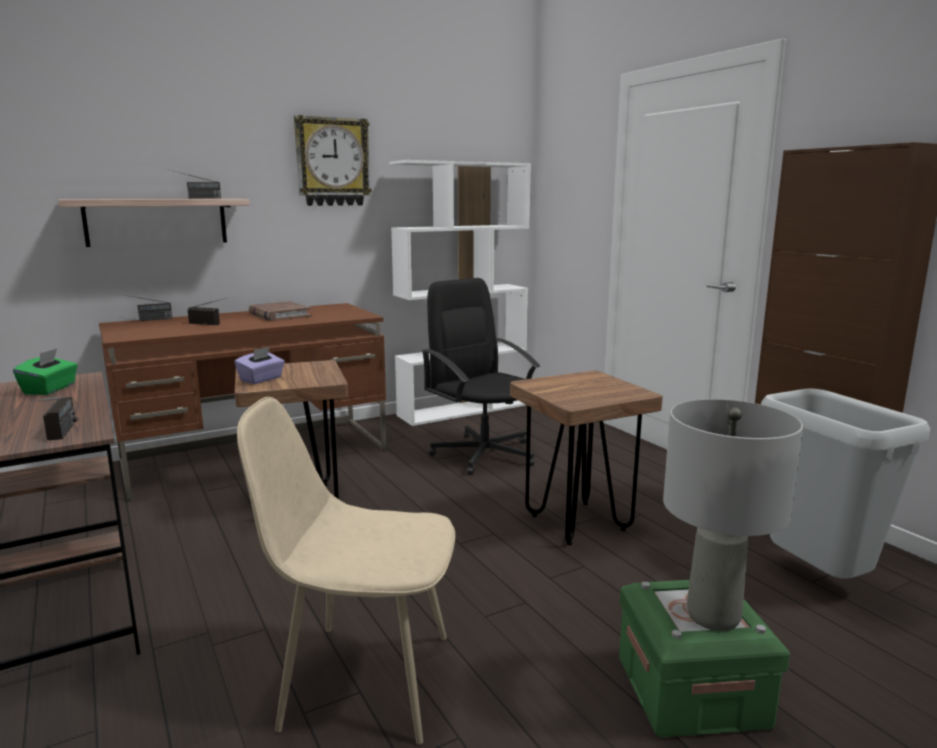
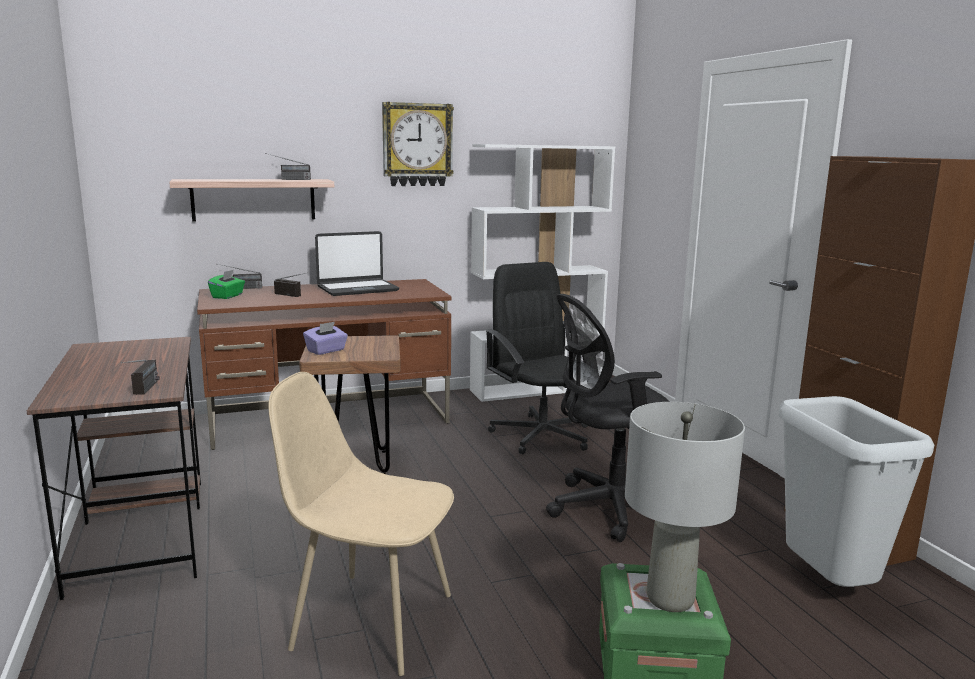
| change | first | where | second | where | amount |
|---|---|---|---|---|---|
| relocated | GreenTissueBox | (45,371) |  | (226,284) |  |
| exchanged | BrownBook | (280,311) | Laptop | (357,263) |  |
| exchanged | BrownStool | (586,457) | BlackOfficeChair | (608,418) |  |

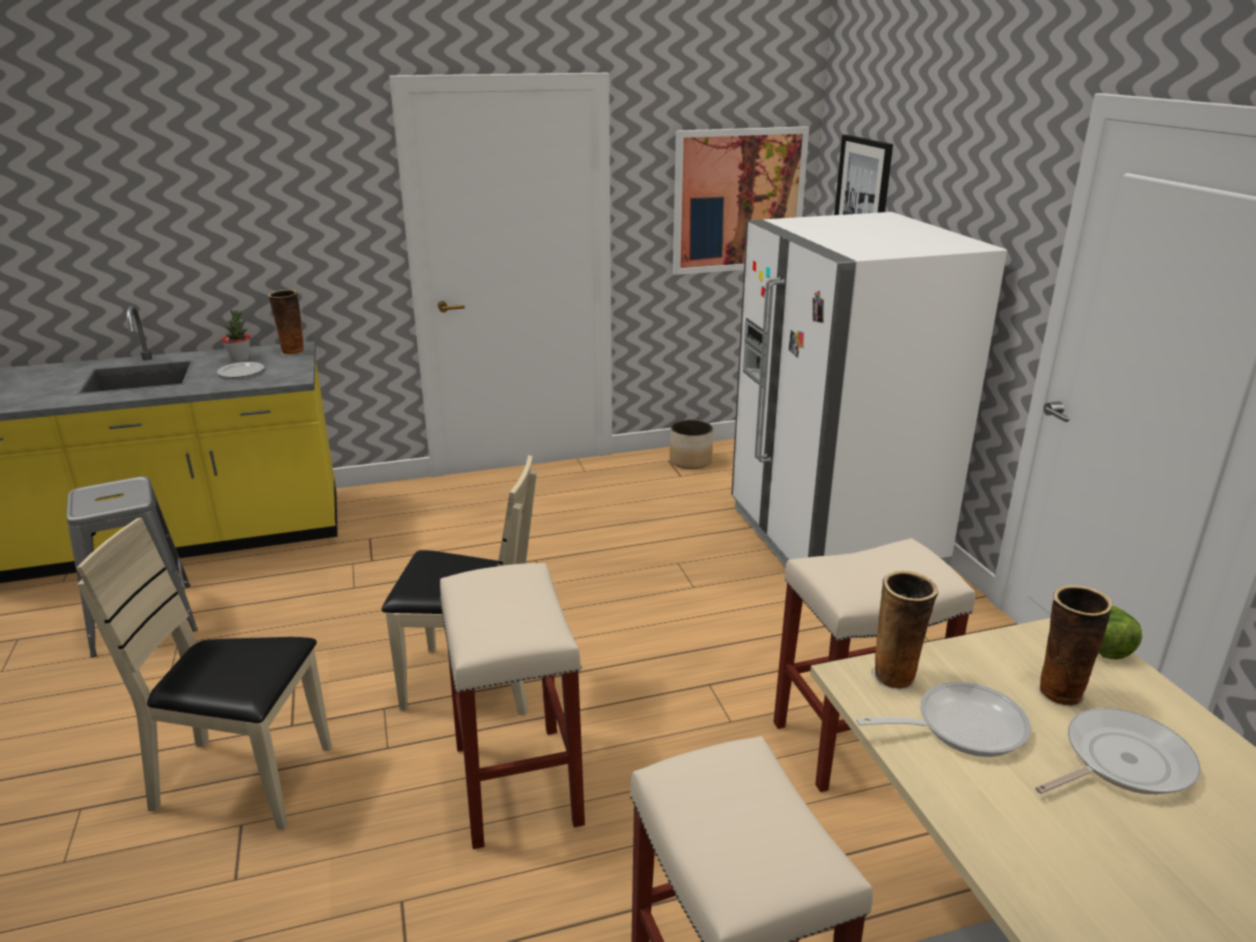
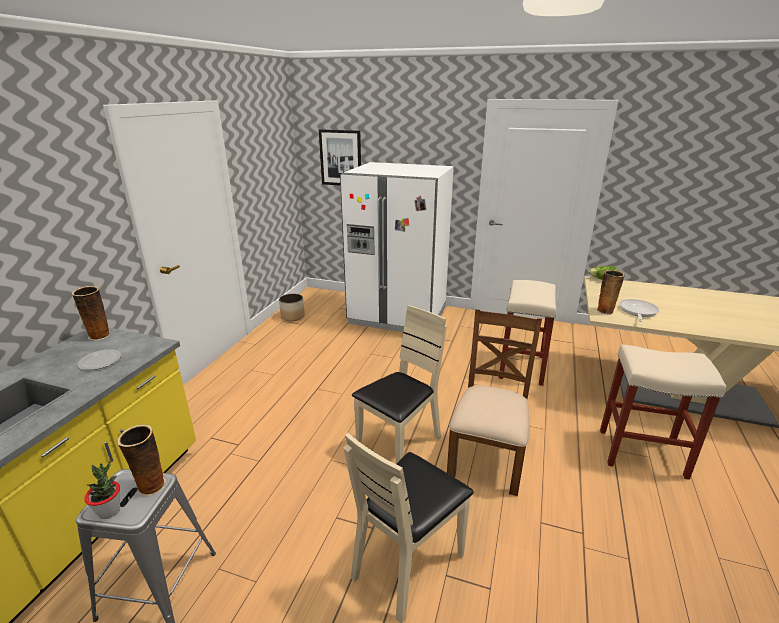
| change | first | where | second | where | amount |
|---|---|---|---|---|---|
| relocated | PottedPlant | (236,336) |  | (102,490) |  |
| exchanged | BeigeStool | (512,706) | BrownChair | (494,402) |  |
| missing | Picture | (741,201) |  |  |  |
| missing | FryingPan | (1118,751) |  |  |  |
| relocated | Vase | (1074,646) |  | (141,460) |  |

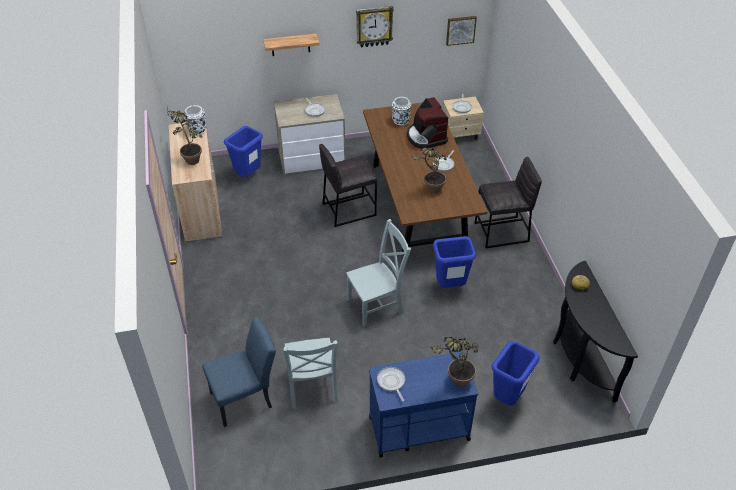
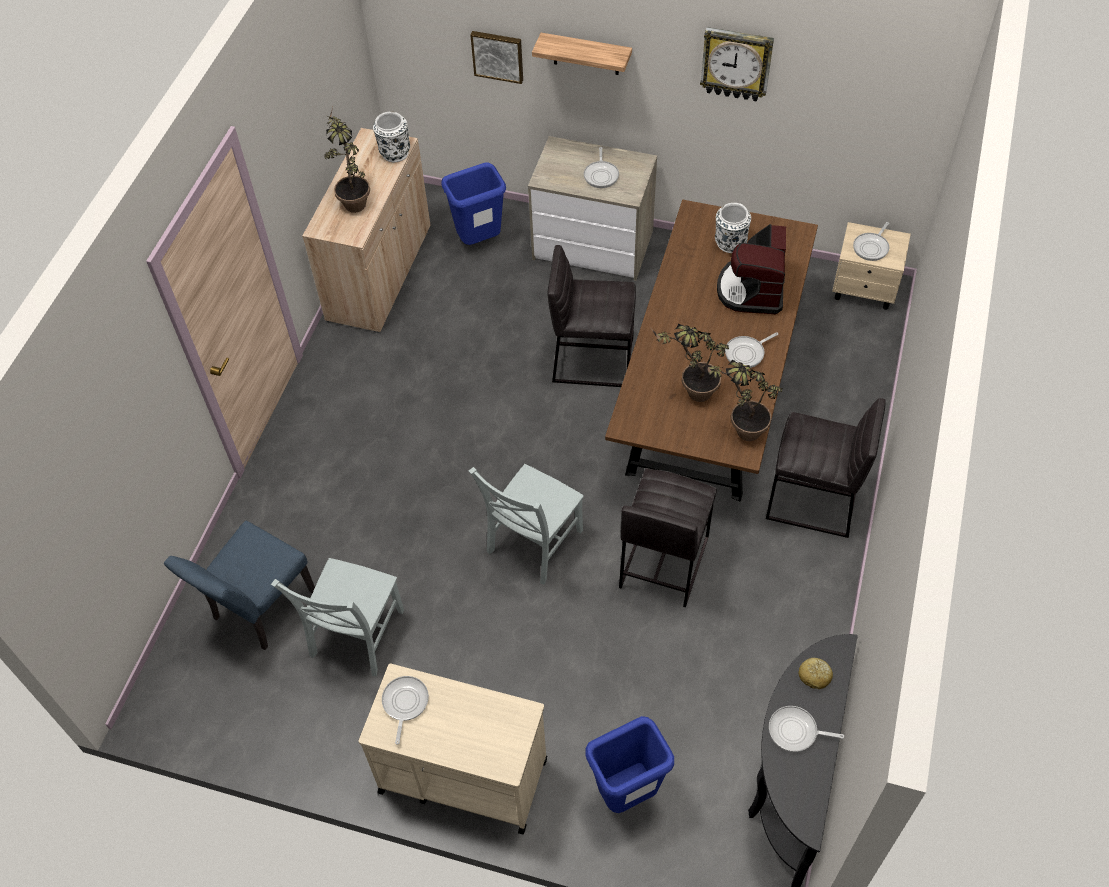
| change | first | where | second | where | amount |
|---|---|---|---|---|---|
| spun | BlueChair | (239,372) |  | (239,585) | 120 degrees clockwise |
| spun | GreyChair | (378,273) |  | (526,524) | 120 degrees clockwise |
| colour | BlueCart | (423,404) | BeigeCart | (452,749) |  |
| relocated | PottedPlant | (454,362) |  | (743,400) |  |
| exchanged | BlueTrashCan | (454,262) | GreyStool | (668,537) |  |
| relocated | Picture | (461,31) |  | (496,57) |  |
| appeared |  |  | FryingPan | (806,729) |  |

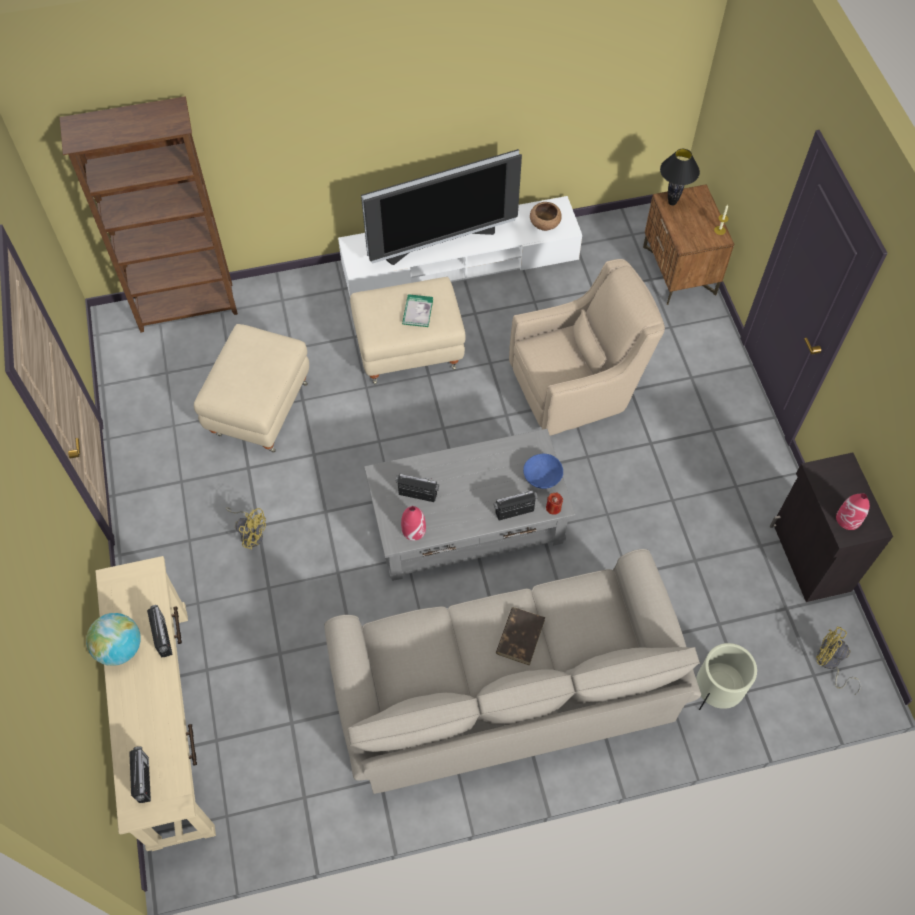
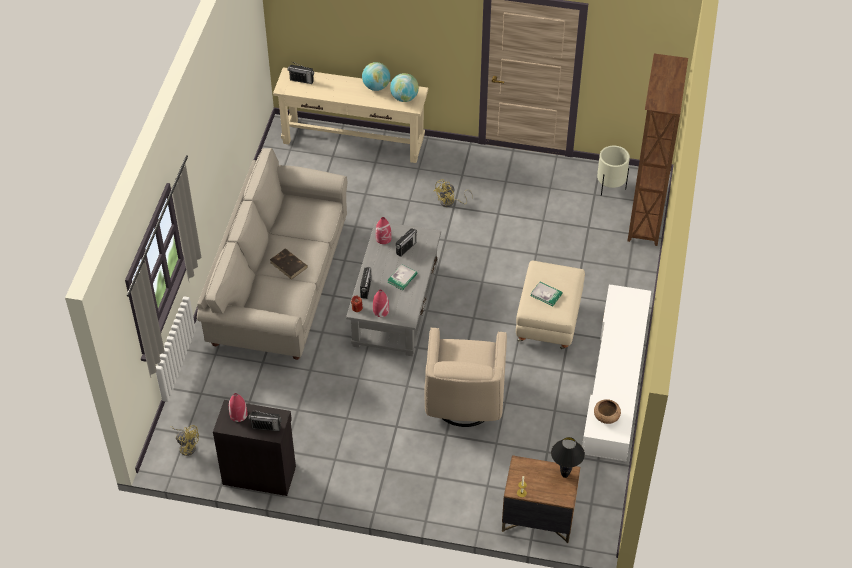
| change | first | where | second | where | amount |
|---|---|---|---|---|---|
| relocated | Radio | (160,631) |  | (265,420) |  |
| missing | BeigeOttoman | (251,388) |  |  |  |
| missing | Television | (441,207) |  |  |  |
| exchanged | BlueBowl | (543,471) | RedVase | (381,303) |  |
| relocated | BeigePlanter | (726,676) |  | (613,171) |  |
| spun | YellowFan | (838,660) |  | (185,440) | 60 degrees clockwise |
| appeared |  |  | Book | (402,277) |  |
| appeared |  |  | Globe | (404,87) |  |

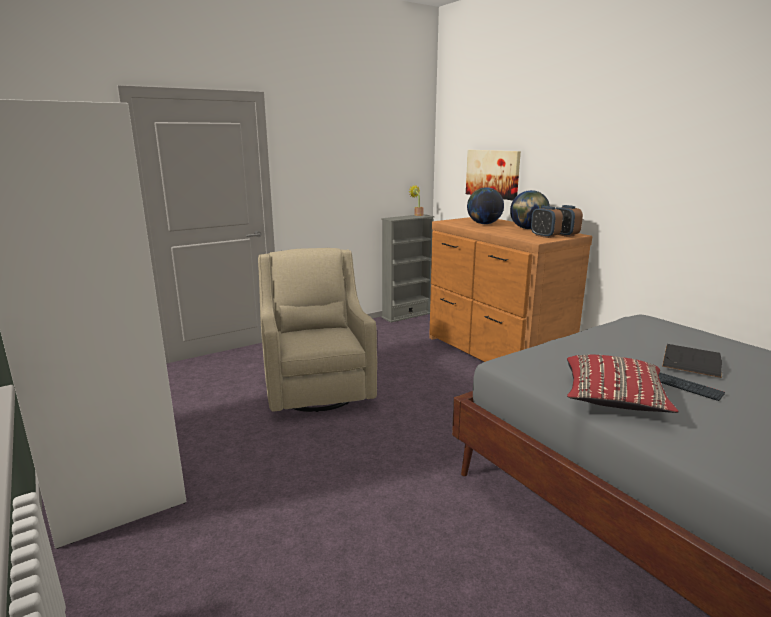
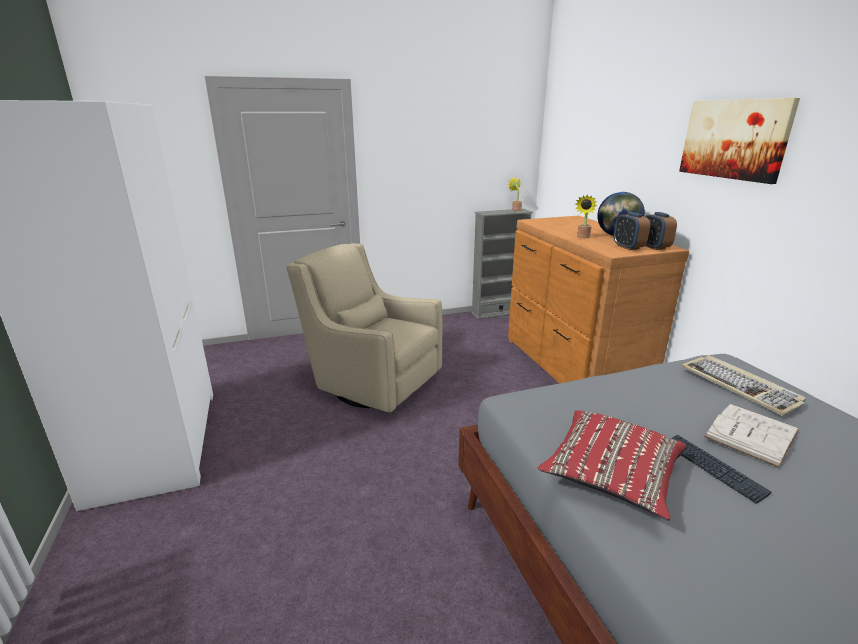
| change | first | where | second | where | amount |
|---|---|---|---|---|---|
| spun | BeigeArmchair | (317,330) |  | (365,328) | 60 degrees counterclockwise |
| relocated | Picture | (493,175) |  | (739,141) |  |
| missing | Globe | (485,205) |  |  |  |
| colour | BlackBook | (692,361) | WhiteBook | (751,436) |  |
| appeared |  |  | PottedPlant | (586,216) |  |
| appeared |  |  | Keyboard | (743,385) |  |

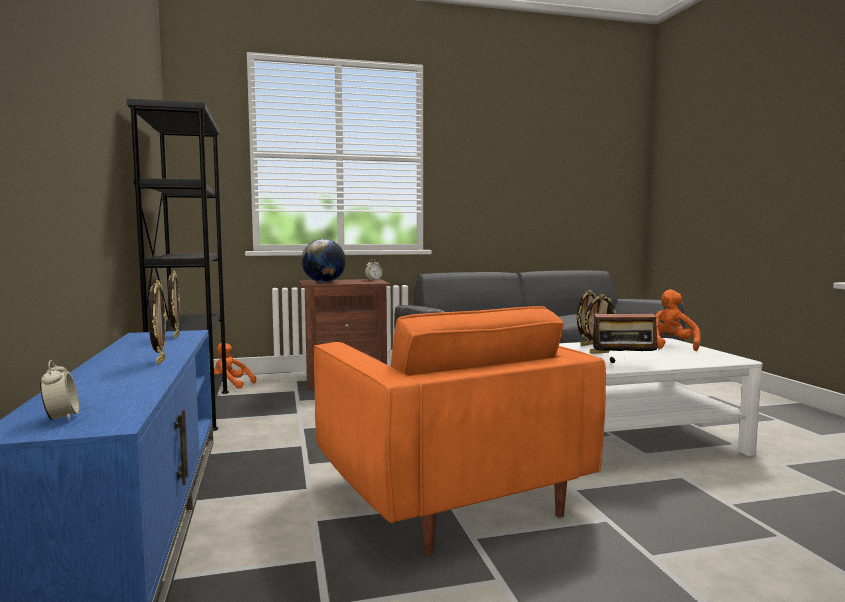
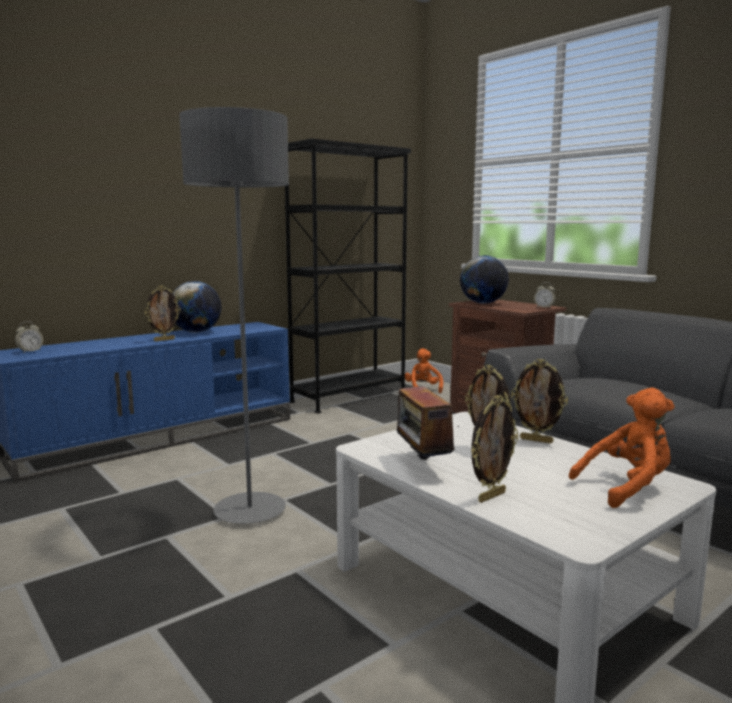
| change | first | where | second | where | amount |
|---|---|---|---|---|---|
| relocated | PictureFrame | (174,305) |  | (494,449) |  |
| exchanged | OrangeArmchair | (460,430) | GreyFloorLamp | (234,315) |  |
| appeared |  |  | Globe | (196,307) |  |

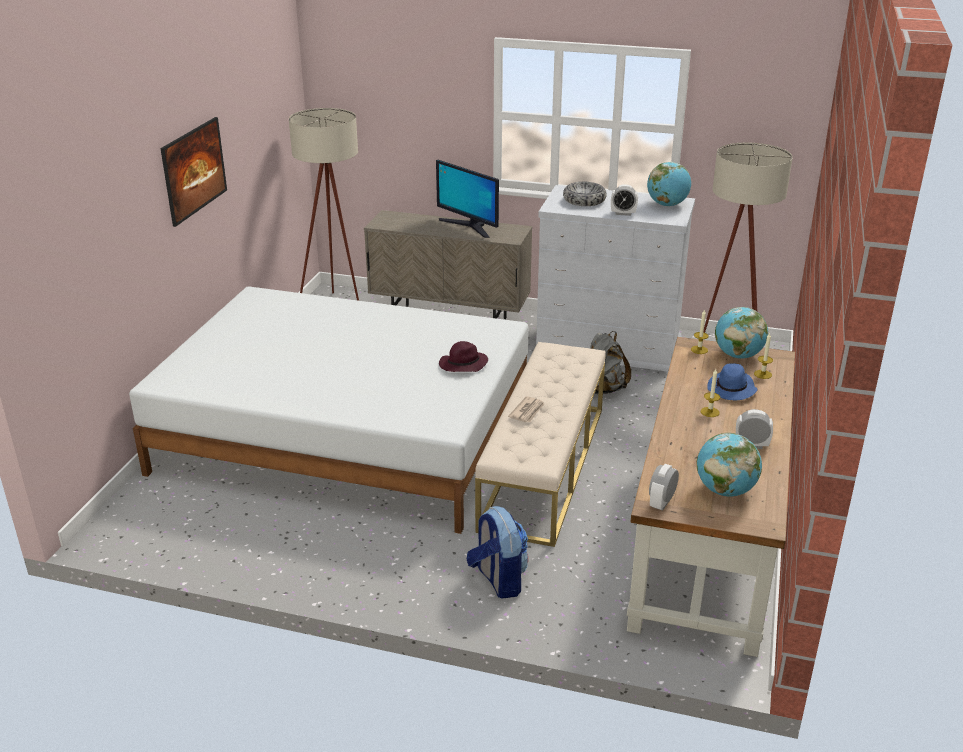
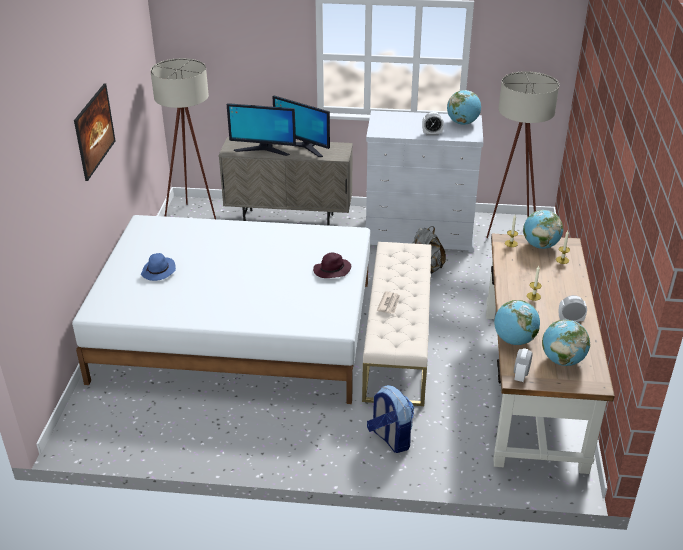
| change | first | where | second | where | amount |
|---|---|---|---|---|---|
| missing | Bowl | (585,194) |  |  |  |
| relocated | BlueHat | (732,382) |  | (158,267) |  |
| appeared |  |  | Monitor | (261,129) |  |
| appeared |  |  | Globe | (517,322) |  |

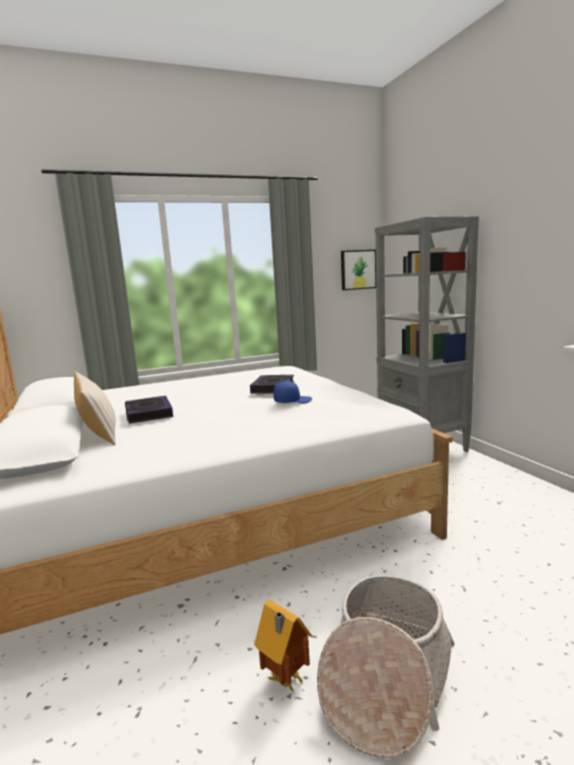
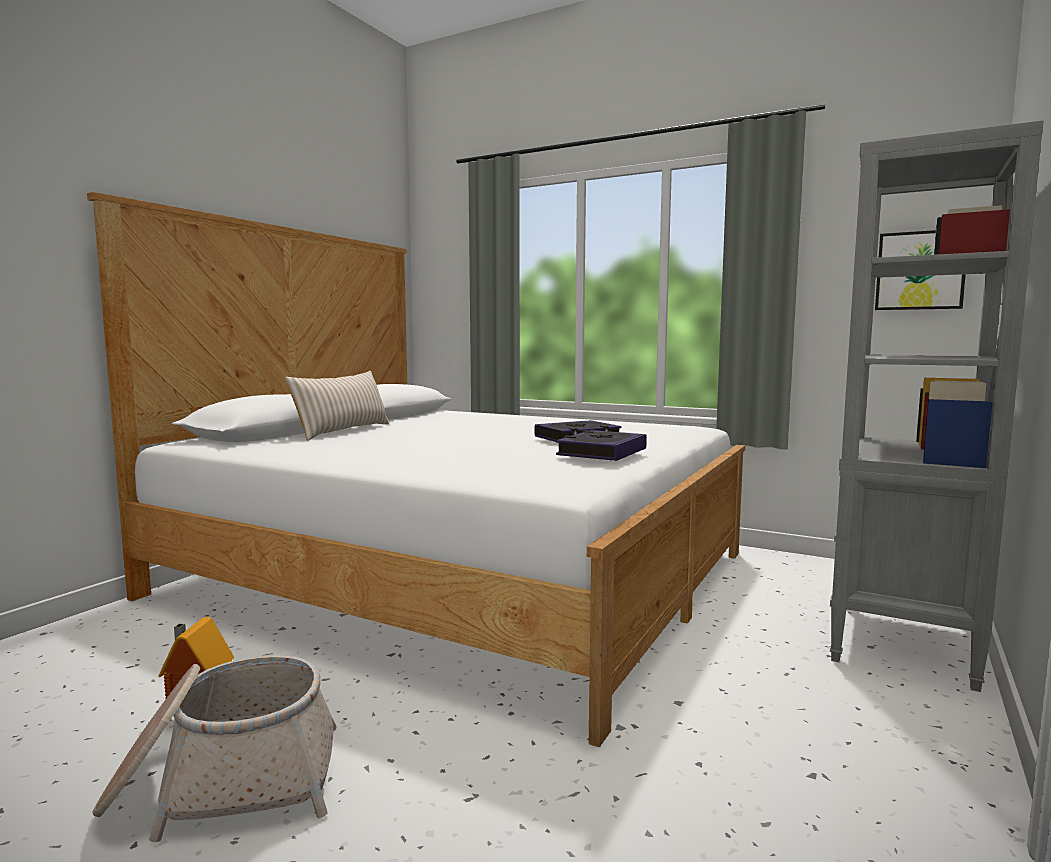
| change | first | where | second | where | amount |
|---|---|---|---|---|---|
| relocated | Book | (149,410) |  | (601,445) |  |
| missing | BlueCap | (292,392) |  |  |  |

